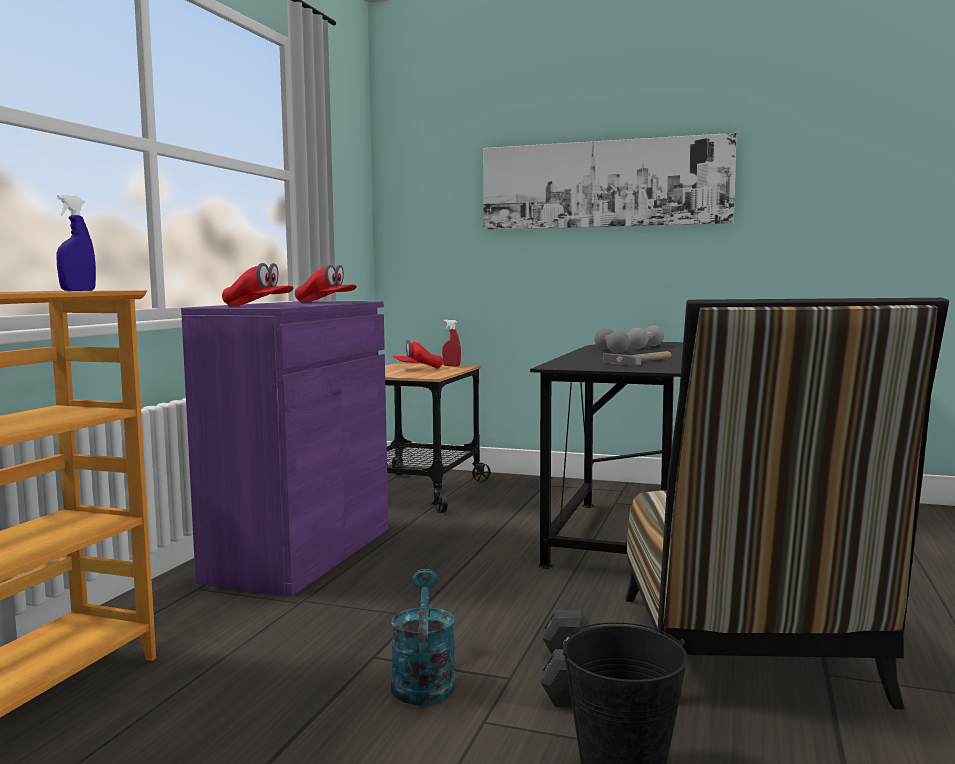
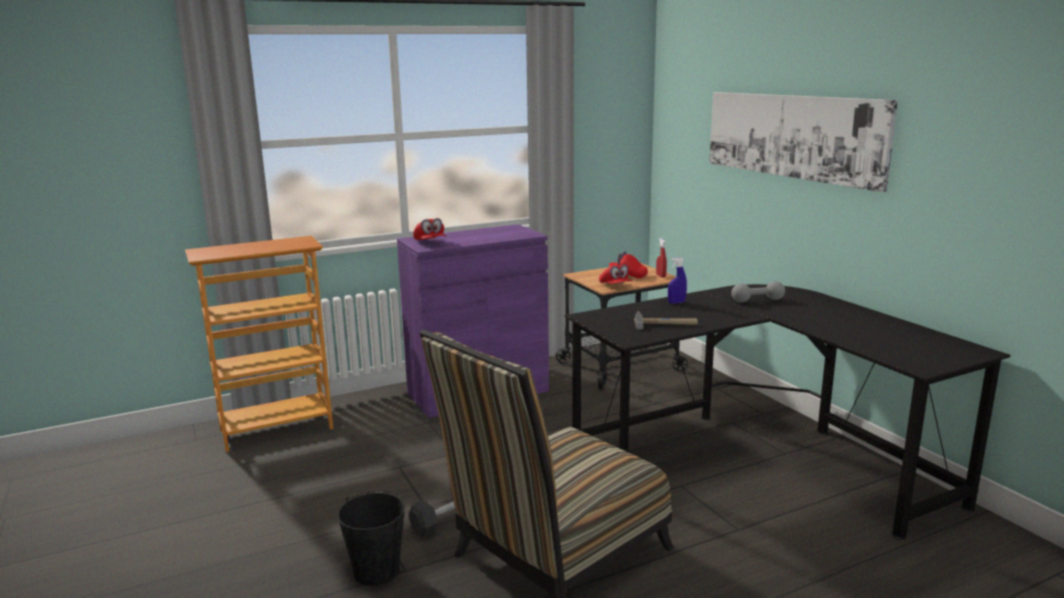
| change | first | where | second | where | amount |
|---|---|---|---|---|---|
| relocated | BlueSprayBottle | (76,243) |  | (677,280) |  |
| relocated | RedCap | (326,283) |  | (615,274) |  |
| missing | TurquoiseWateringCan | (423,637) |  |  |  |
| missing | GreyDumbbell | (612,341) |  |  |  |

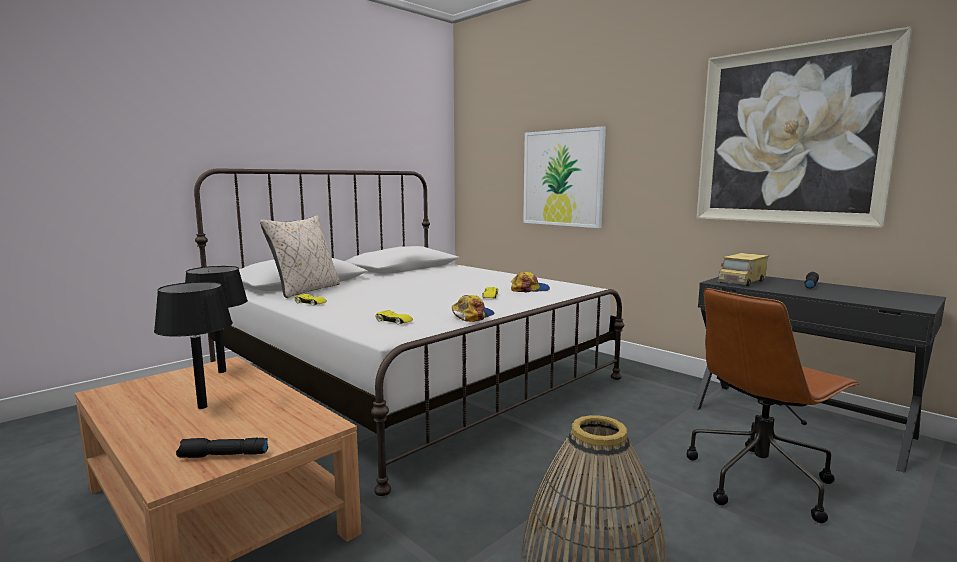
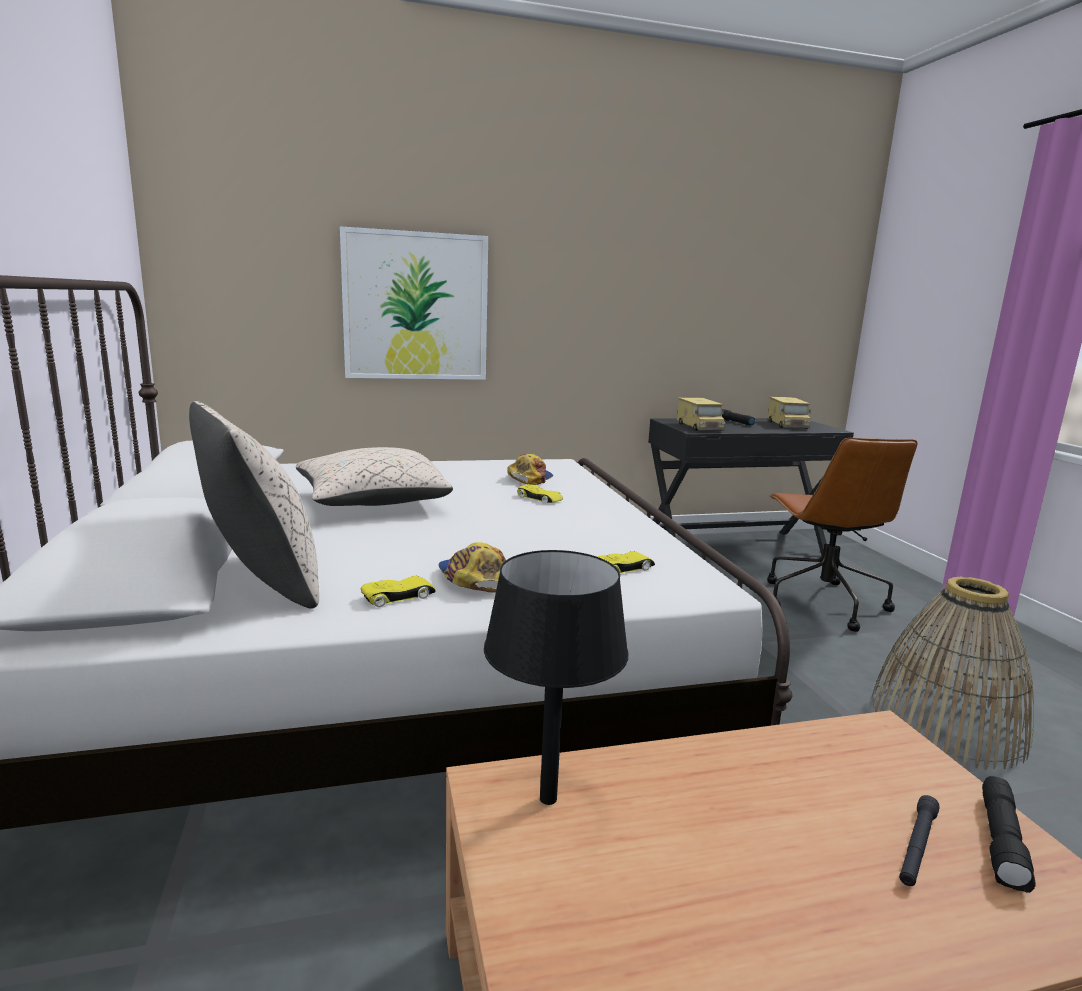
| change | first | where | second | where | amount |
|---|---|---|---|---|---|
| missing | BlackTableLamp | (193,345) |  |  |  |
| relocated | Cap | (473,308) |  | (472,567) |  |
| missing | Picture | (805,127) |  |  |  |
| appeared |  |  | BeigePillow | (374,476) |  |
| appeared |  |  | ToyTruck | (789,412) |  |
| appeared |  |  | BlackFlashlight | (919,840) |  |

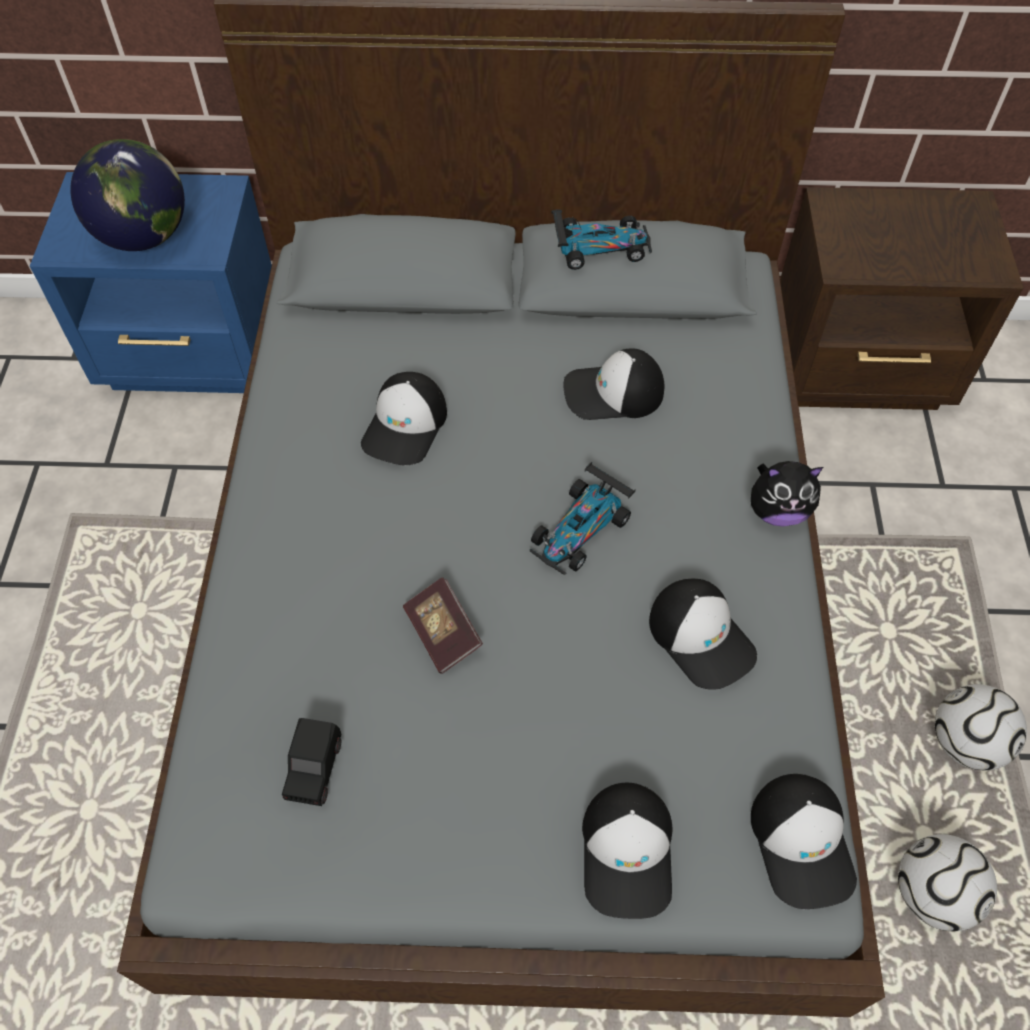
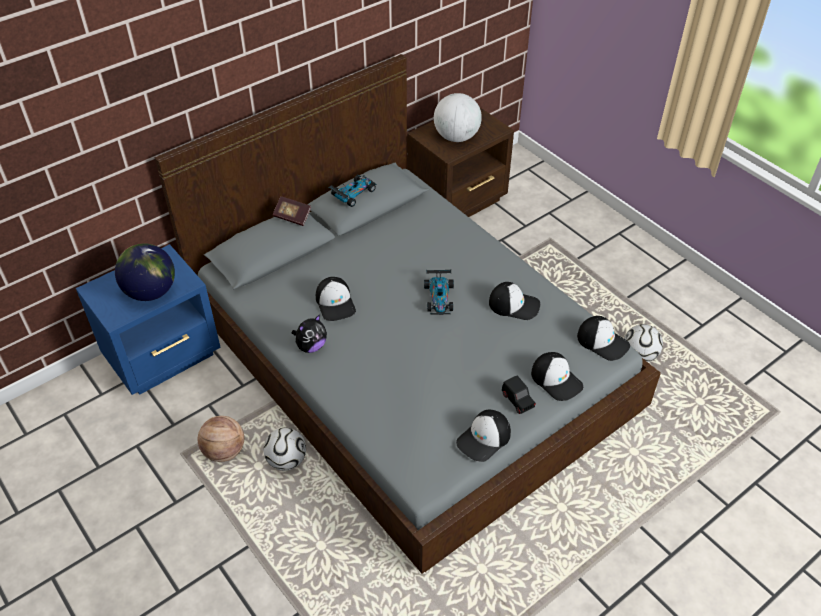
| change | first | where | second | where | amount |
|---|---|---|---|---|---|
| relocated | BlackToyCar | (312,762) |  | (518,395) |  |
| relocated | Book | (443,625) |  | (292,211) |  |
| relocated | Cap | (614,384) |  | (483,436) |  |
| relocated | PlushToy | (787,494) |  | (309,333) |  |
| relocated | Football | (981,727) |  | (284,449) |  |
| appeared |  |  | Basketball | (221,439) |  |
| appeared |  |  | Globe | (458,117) |  |

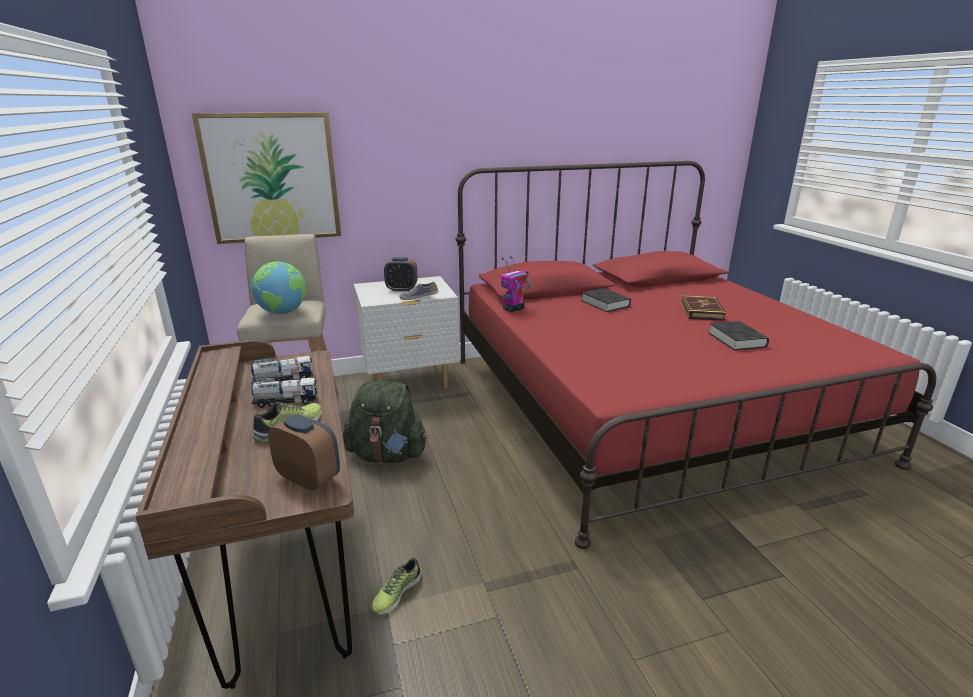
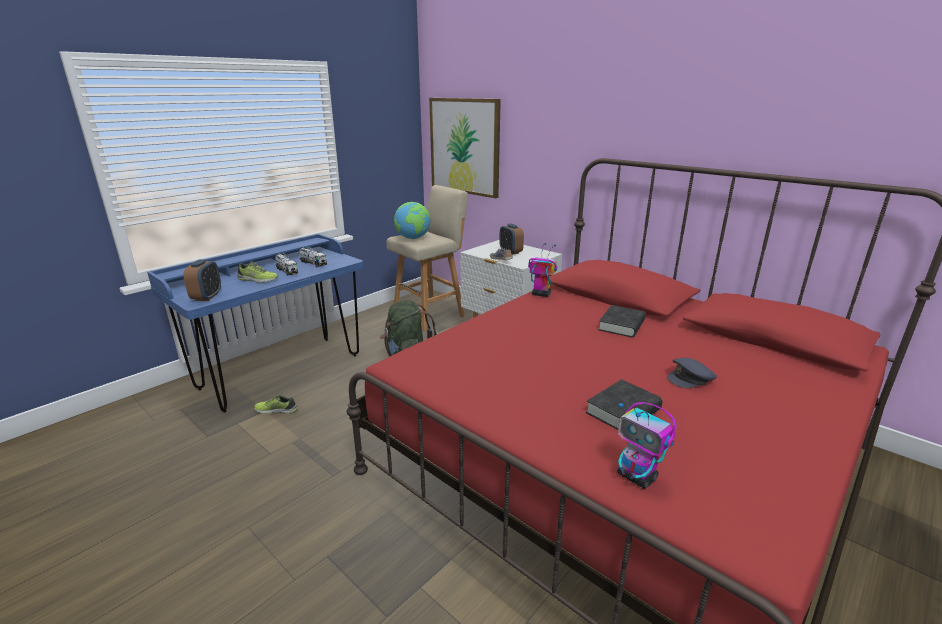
| change | first | where | second | where | amount |
|---|---|---|---|---|---|
| colour | BrownDesk | (244,514) | BlueDesk | (255,323) |  |
| exchanged | Book | (703,308) | GreyCap | (692,373) |  |
| appeared |  |  | ToyRobot | (647,445) |  |

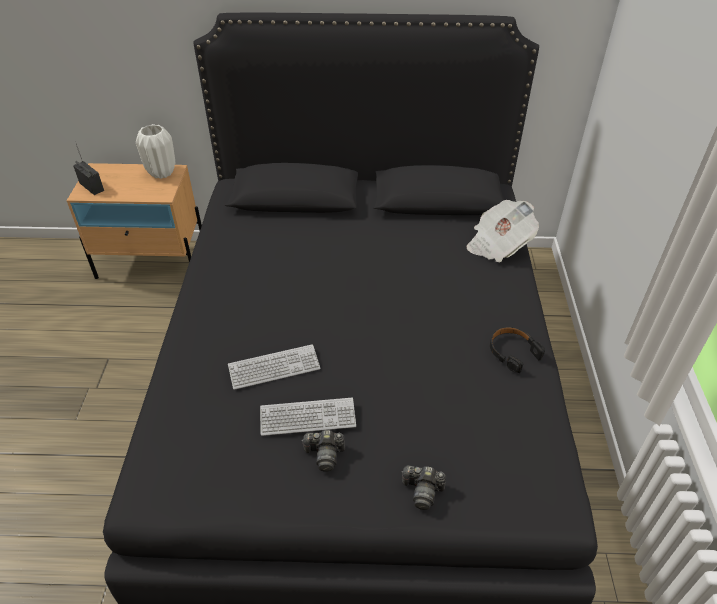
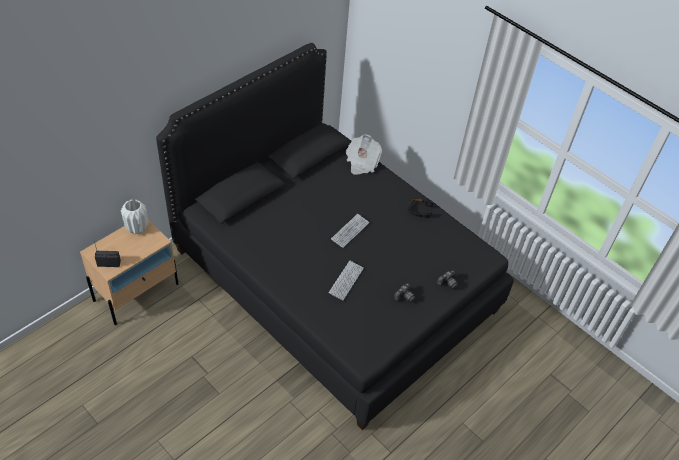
| change | first | where | second | where | amount |
|---|---|---|---|---|---|
| relocated | Keyboard | (308,417) |  | (350,231) |  |

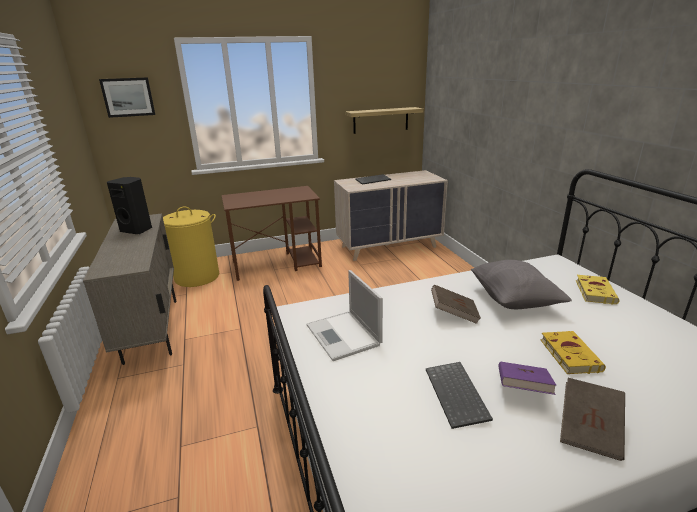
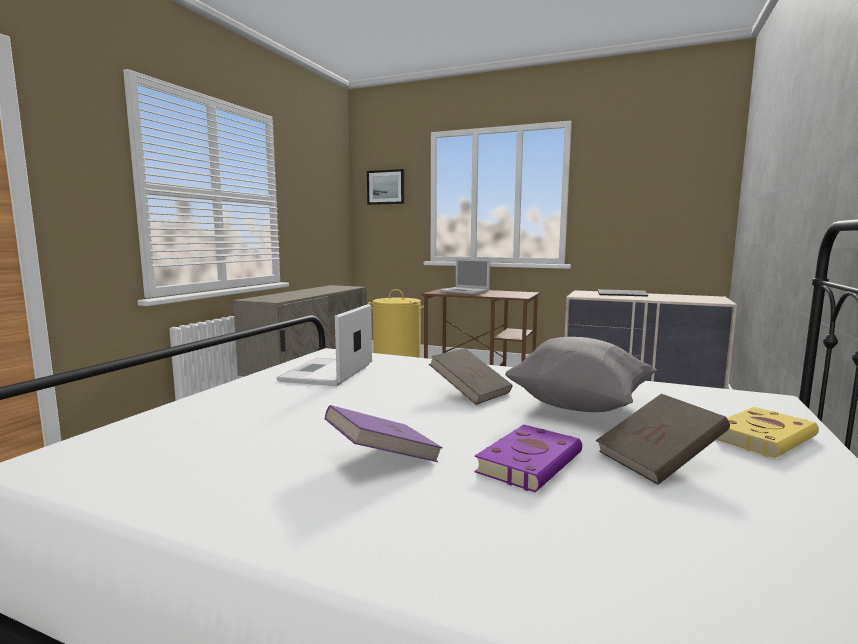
| change | first | where | second | where | amount |
|---|---|---|---|---|---|
| missing | BlackSpeaker | (129,205) |  |  |  |
| missing | Shelf | (384,120) |  |  |  |
| missing | Keyboard | (459,395) |  |  |  |
| colour | YellowBook | (573,352) | PurpleBook | (528,458) |  |
| relocated | BrownBook | (592,419) |  | (663,439) |  |
| appeared |  |  | Laptop | (464,276) |  |

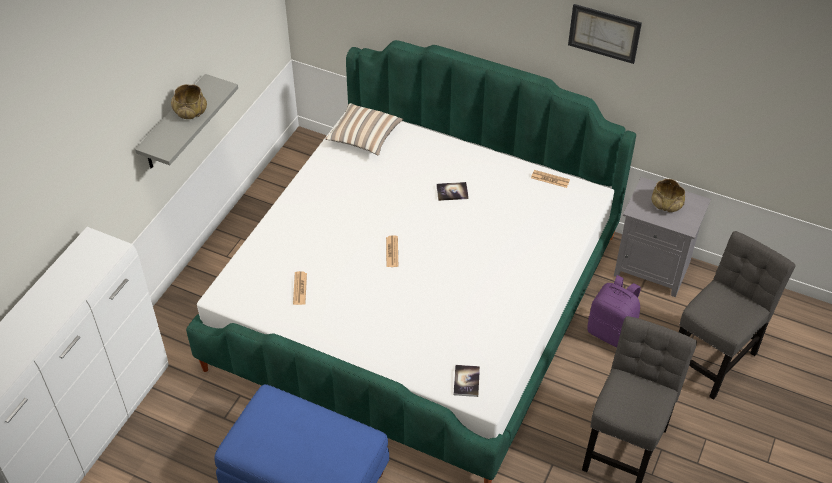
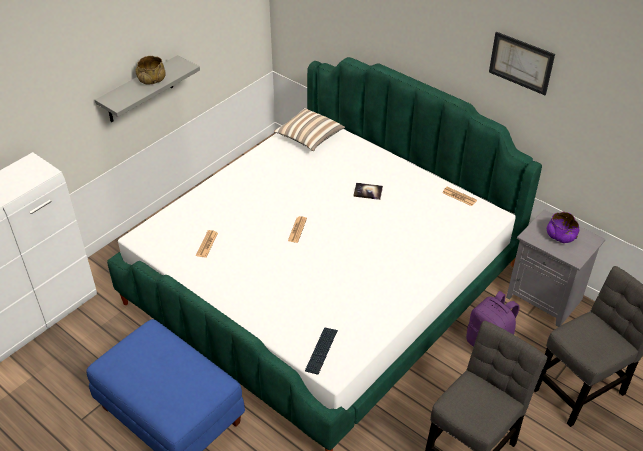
| change | first | where | second | where | amount |
|---|---|---|---|---|---|
| exchanged | Book | (466,381) | Keyboard | (321,351) |  |
| colour | BeigeBowl | (668,195) | PurpleBowl | (563,227) |  |

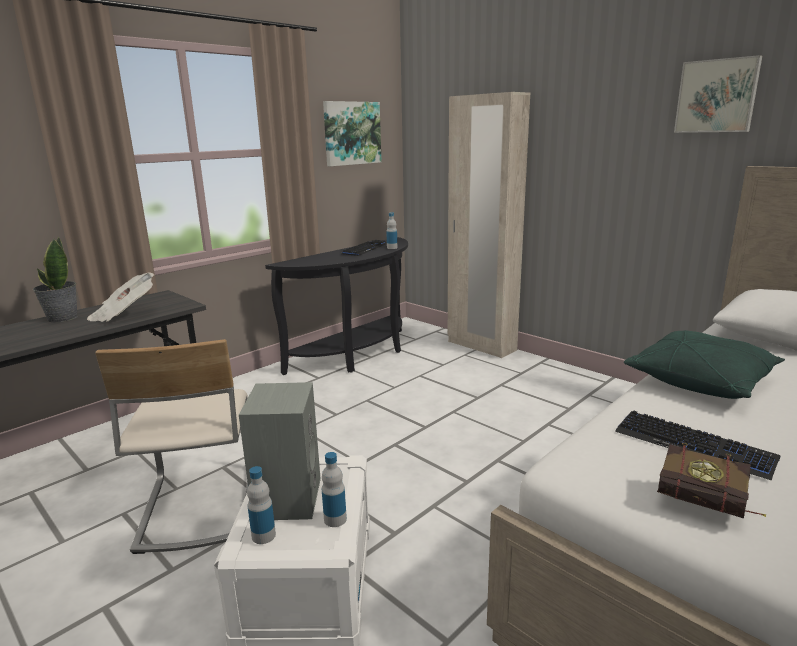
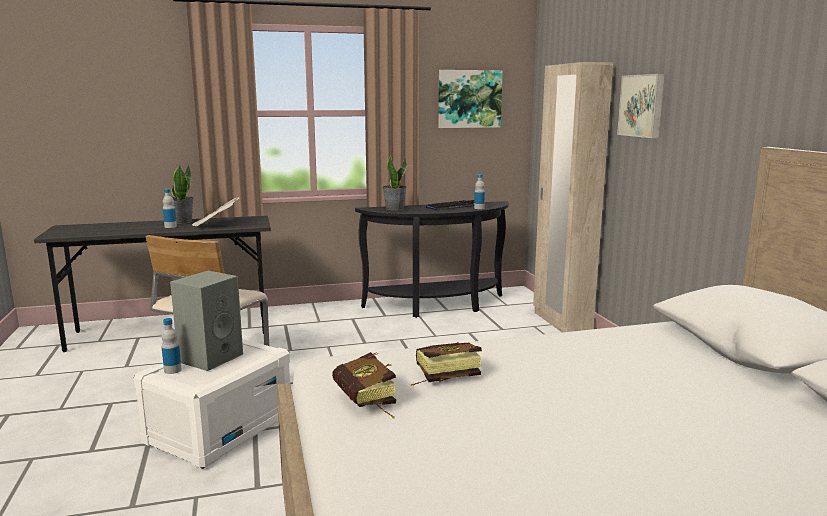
| change | first | where | second | where | amount |
|---|---|---|---|---|---|
| relocated | Bottle | (334,489) |  | (170,208) |  |
| exchanged | Keyboard | (698,445) | Book | (446,364) |  |
| missing | GreenPillow | (704,364) |  |  |  |
| relocated | Picture | (718,94) |  | (641,106) |  |
| appeared |  |  | PottedPlant | (394,182) |  |

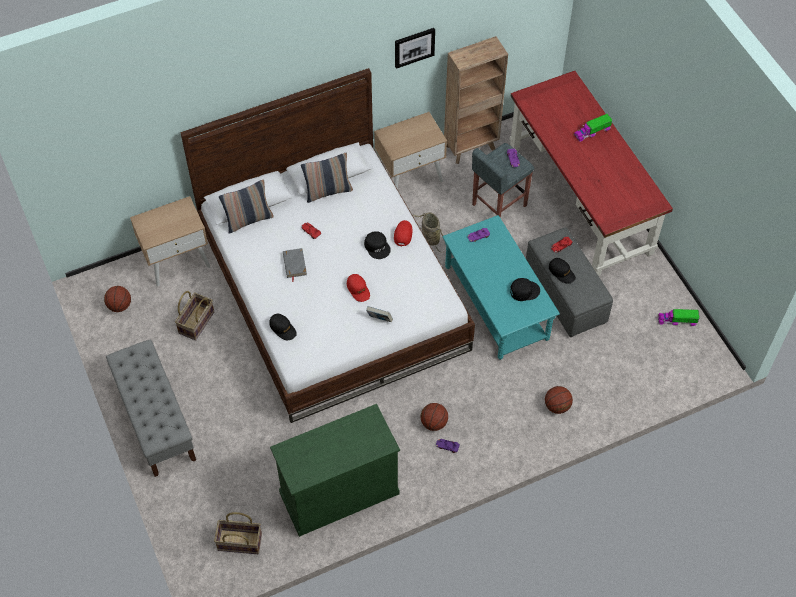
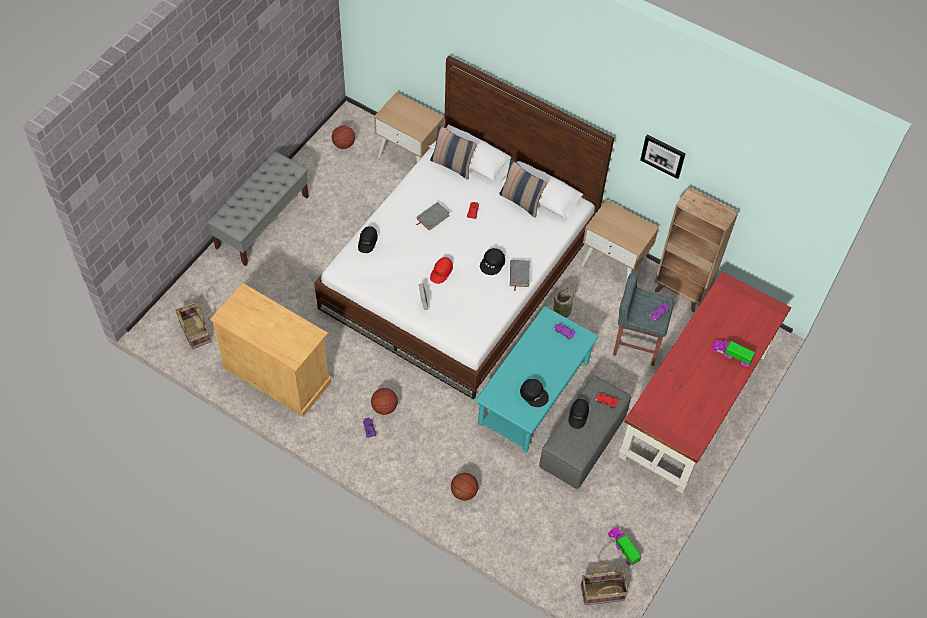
| change | first | where | second | where | amount |
|---|---|---|---|---|---|
| relocated | Basket | (194,316) |  | (605,584) |  |
| colour | GreenCabinet | (335,470) | BeigeCabinet | (271,350) |  |
| exchanged | RedCap | (403,233) | GreyBook | (520,275) |  |

